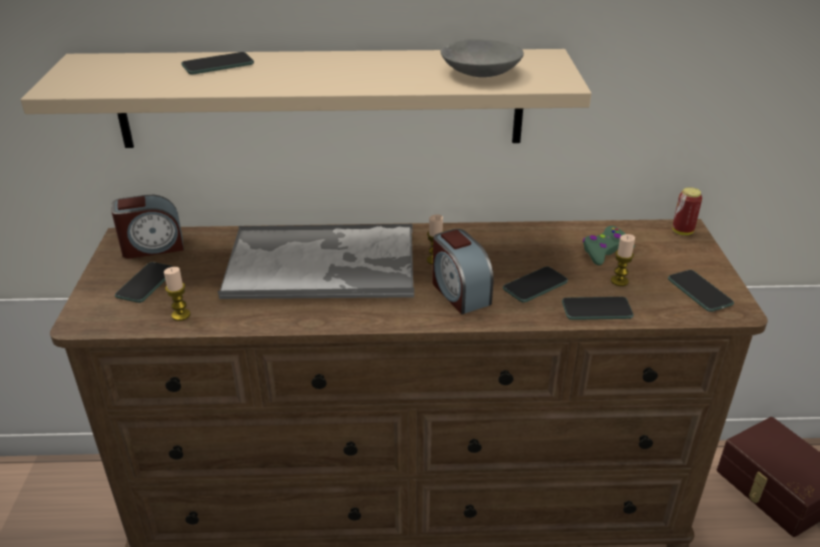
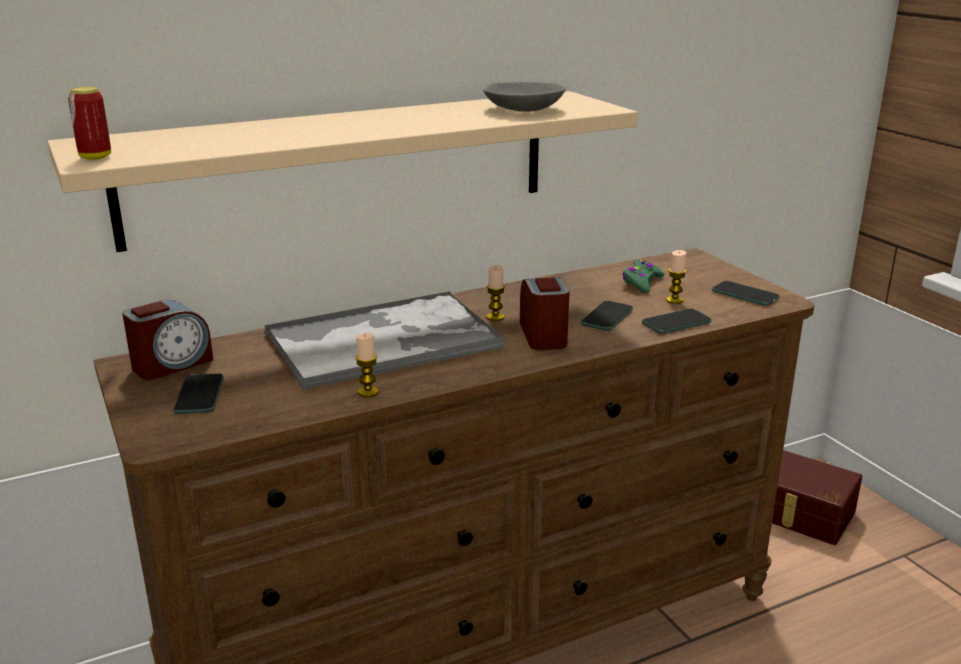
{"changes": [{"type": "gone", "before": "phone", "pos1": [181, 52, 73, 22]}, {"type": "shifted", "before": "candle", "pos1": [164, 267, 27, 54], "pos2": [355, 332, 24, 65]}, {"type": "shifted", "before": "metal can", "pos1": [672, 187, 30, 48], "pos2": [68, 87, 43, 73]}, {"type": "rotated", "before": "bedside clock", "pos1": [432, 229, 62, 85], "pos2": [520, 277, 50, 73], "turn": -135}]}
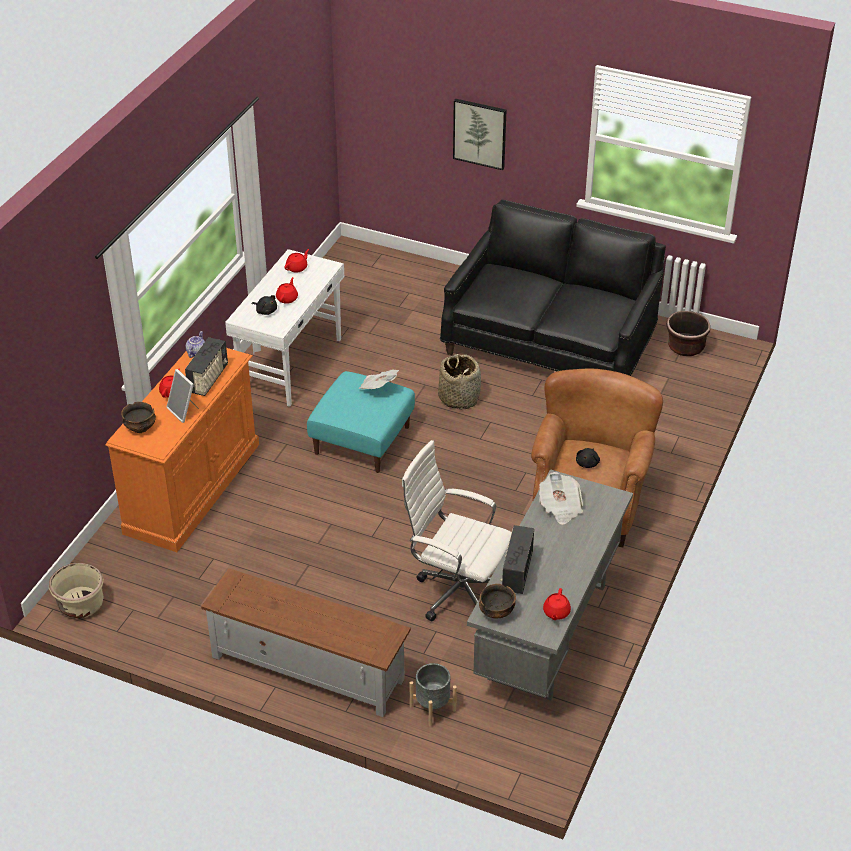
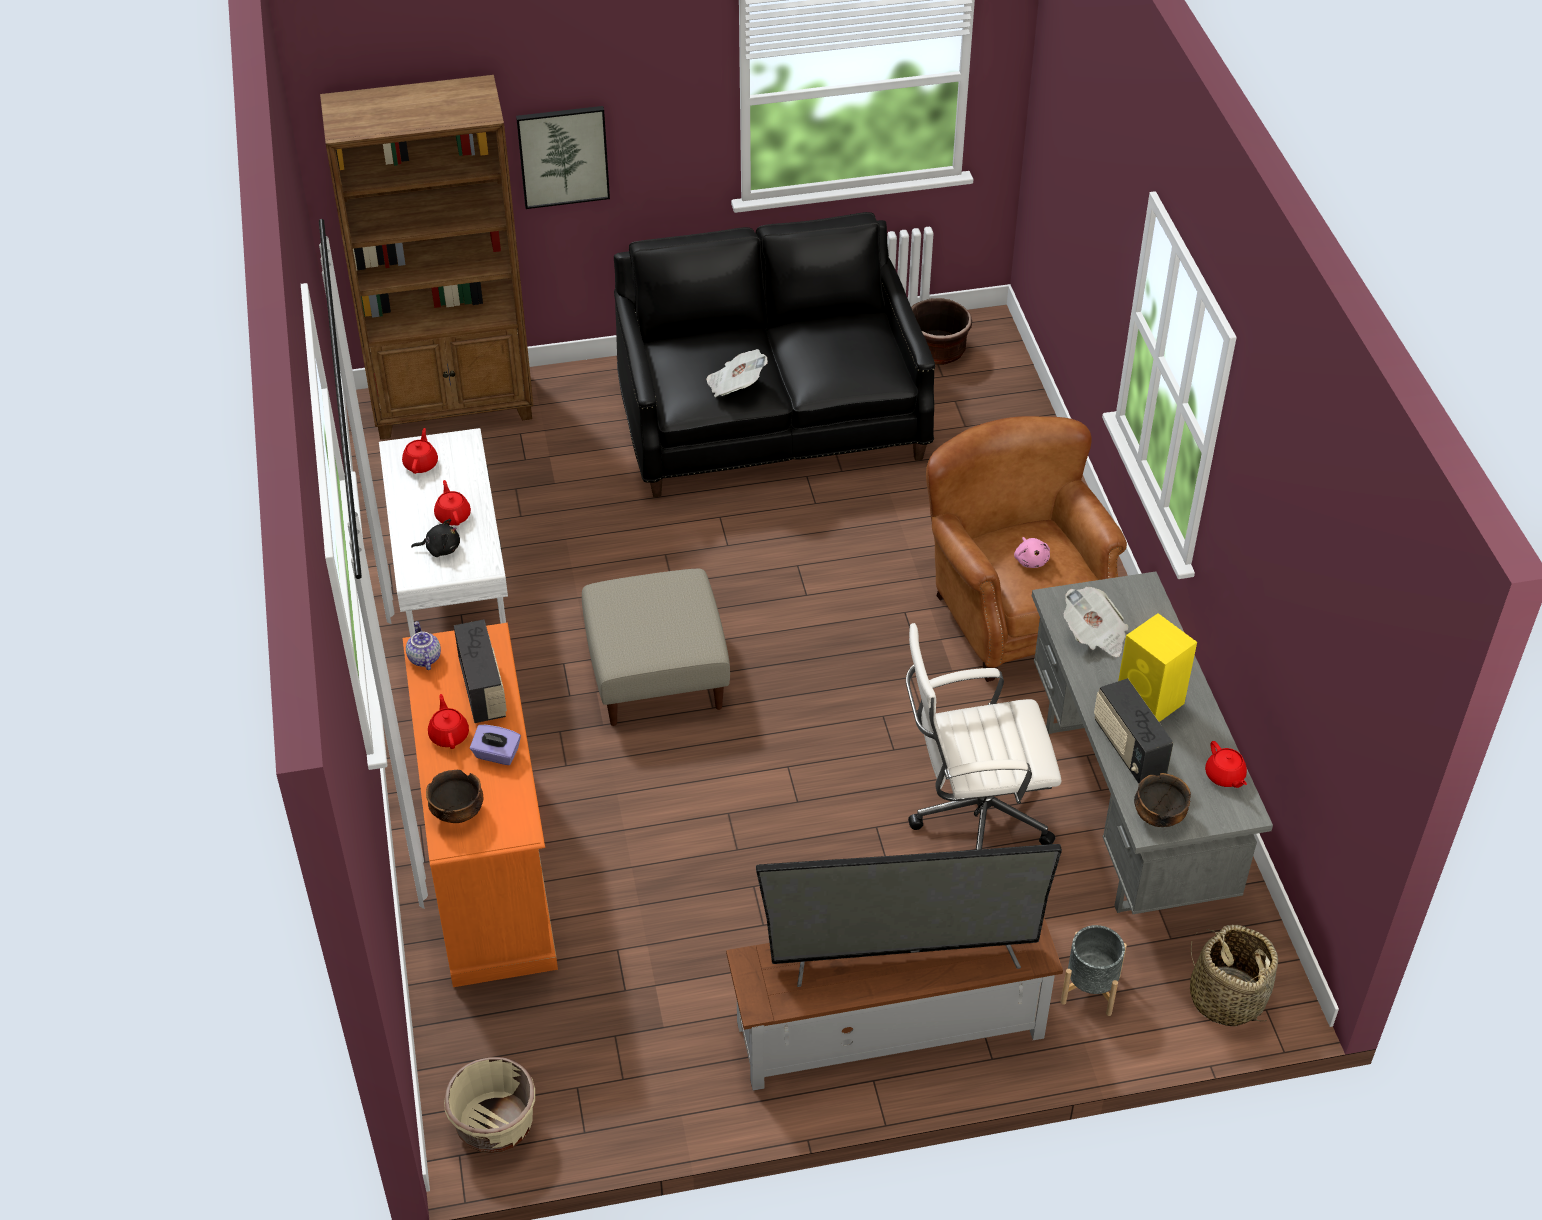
{"changes": [{"type": "new", "after": "brown bookshelf", "pos2": [320, 75, 214, 364]}, {"type": "new", "after": "TV", "pos2": [756, 844, 306, 143]}, {"type": "new", "after": "yellow loudspeaker", "pos2": [1118, 613, 79, 109]}, {"type": "shifted", "before": "daily paper", "pos1": [358, 369, 41, 20], "pos2": [706, 349, 62, 48]}, {"type": "shifted", "before": "household basket", "pos1": [438, 354, 43, 56], "pos2": [1190, 925, 88, 101]}, {"type": "swapped", "before": "picture frame", "after": "purplish tissue holder", "pos1": [166, 369, 33, 54], "pos2": [470, 725, 51, 40]}, {"type": "repainted", "before": "turquoise-coloured ottoman", "after": "sand-coloured ottoman", "pos1": [307, 371, 108, 102], "pos2": [582, 569, 148, 157]}, {"type": "repainted", "before": "black-coloured cuddly toy", "after": "pink cuddly toy", "pos1": [576, 448, 24, 20], "pos2": [1014, 537, 36, 31]}]}
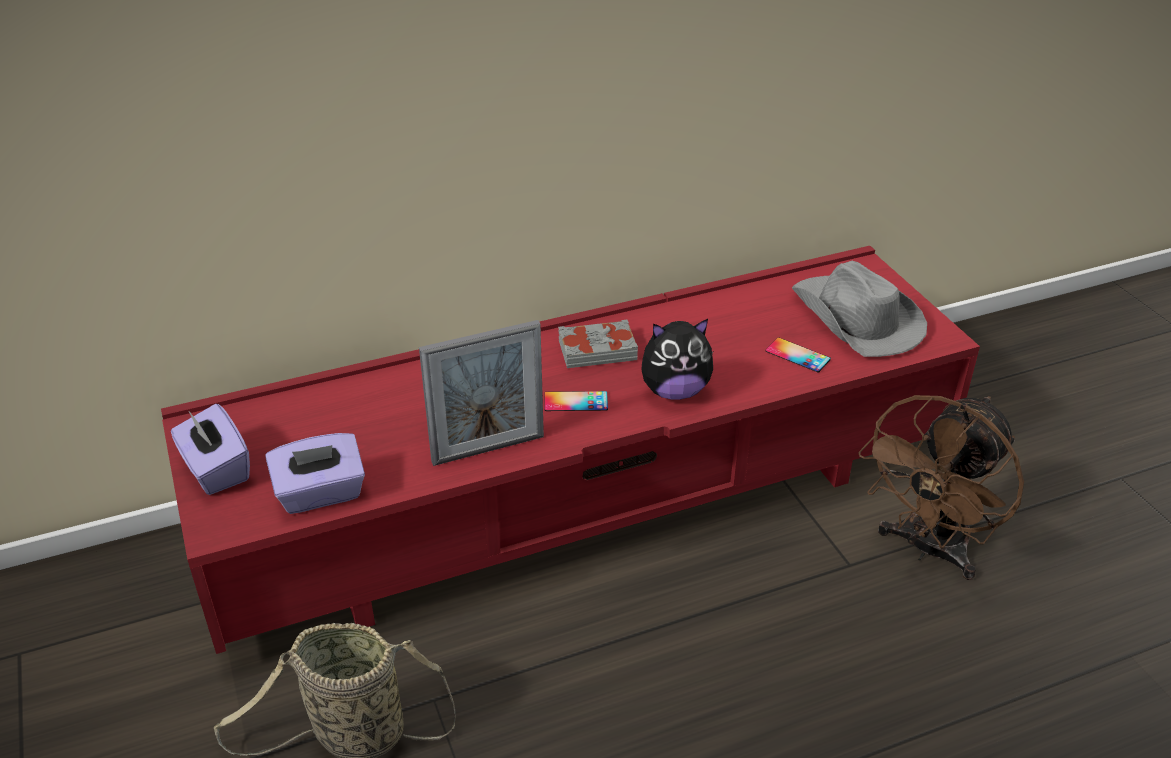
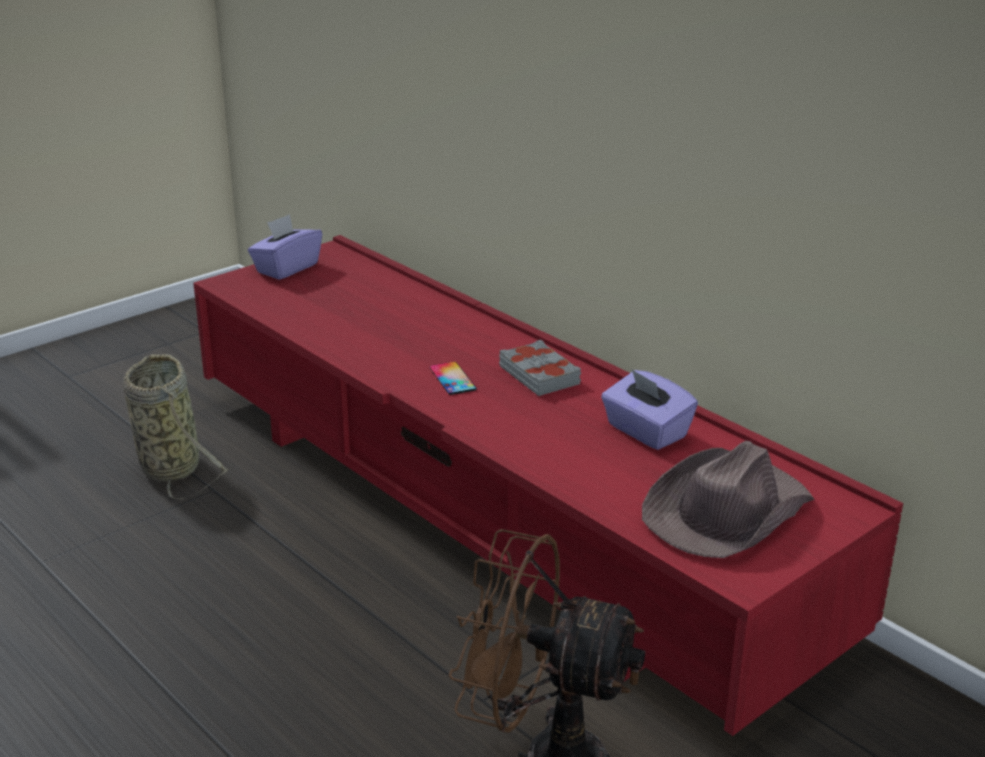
{"changes": [{"type": "gone", "before": "picture frame", "pos1": [419, 320, 125, 146]}, {"type": "gone", "before": "cuddly toy", "pos1": [641, 319, 72, 80]}, {"type": "gone", "before": "phone", "pos1": [766, 337, 65, 35]}, {"type": "shifted", "before": "purplish tissue holder", "pos1": [265, 433, 100, 81], "pos2": [601, 369, 97, 81]}, {"type": "repainted", "before": "grey wearable hat", "after": "brown wearable hat", "pos1": [792, 261, 135, 96], "pos2": [642, 441, 172, 117]}]}
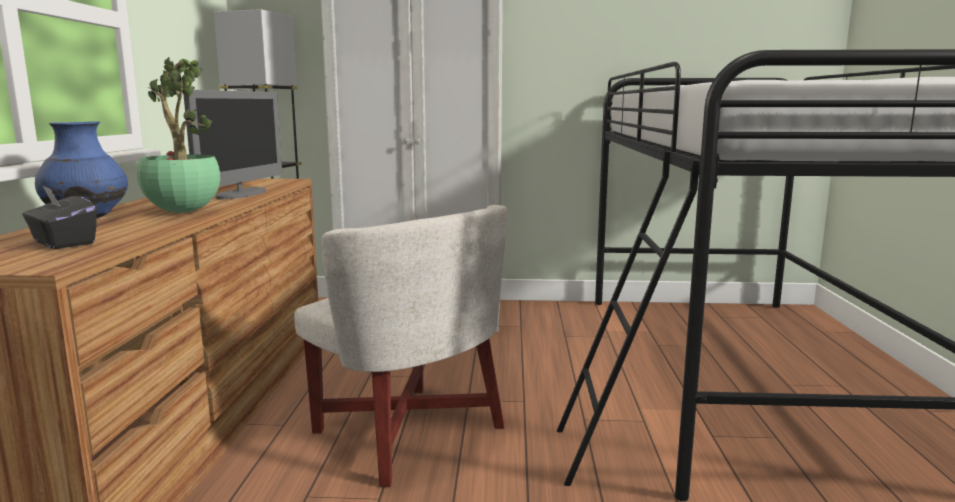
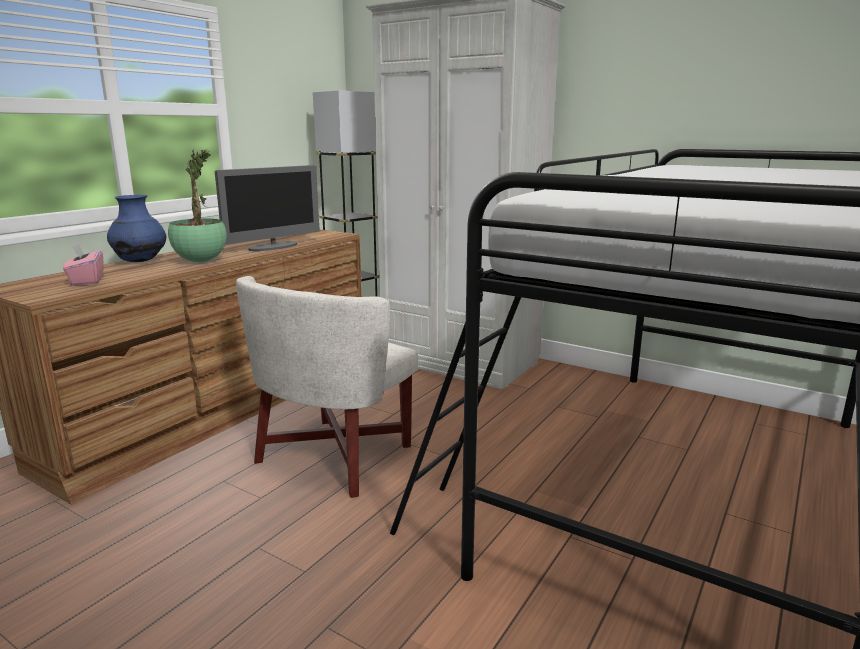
{"changes": [{"type": "repainted", "before": "black-coloured tissue holder", "after": "pink tissue holder", "pos1": [22, 185, 75, 64], "pos2": [63, 243, 41, 42]}, {"type": "rotated", "before": "white-coloured armchair", "pos1": [294, 205, 213, 282], "pos2": [236, 276, 182, 222], "turn": 45}]}
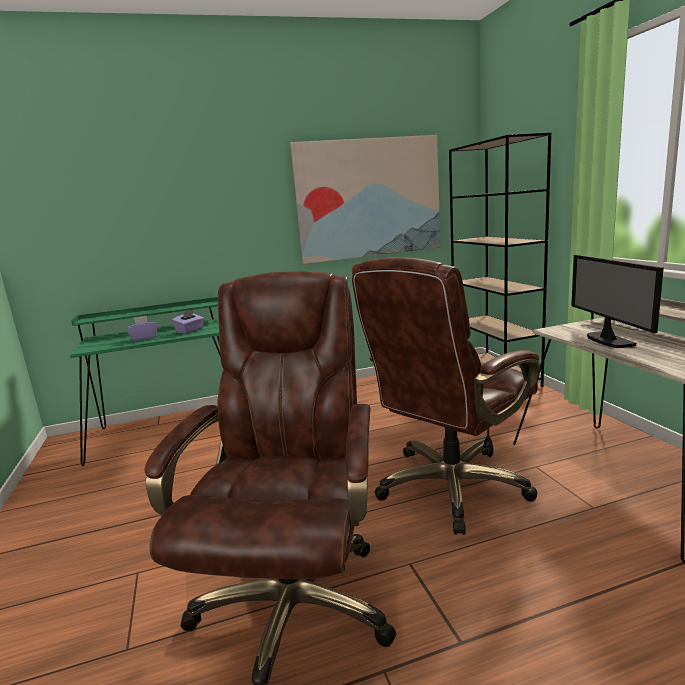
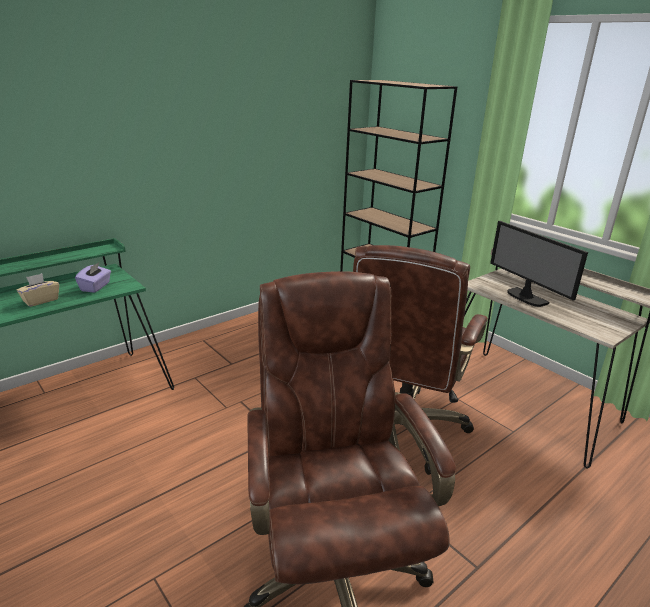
{"changes": [{"type": "gone", "before": "picture", "pos1": [290, 135, 150, 129]}, {"type": "repainted", "before": "purplish tissue holder", "after": "sand-coloured tissue holder", "pos1": [126, 315, 31, 26], "pos2": [17, 273, 42, 34]}]}
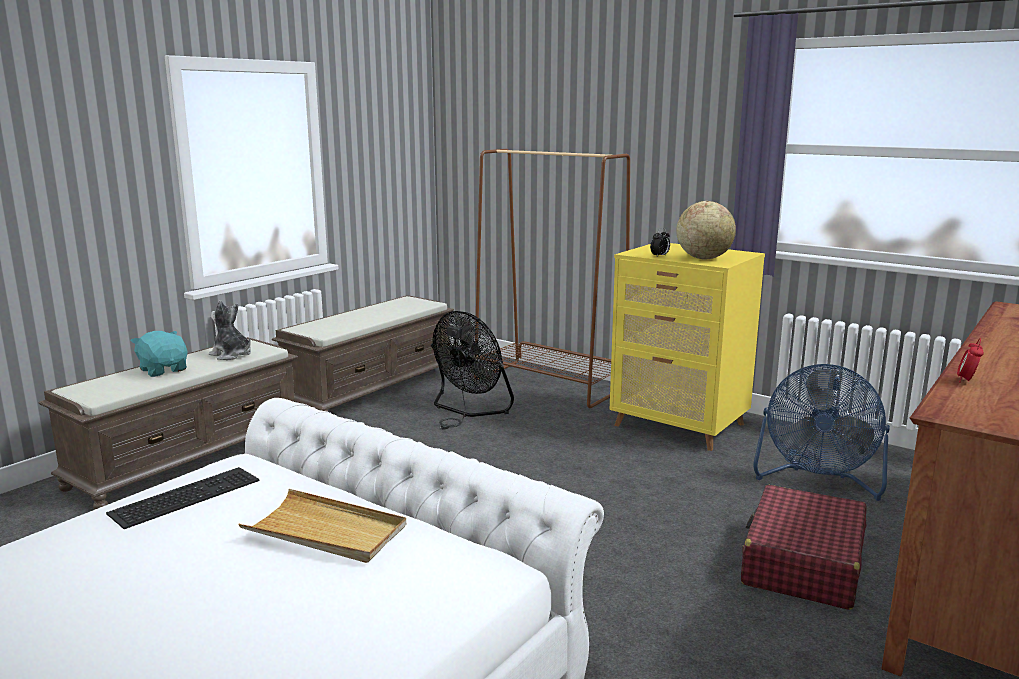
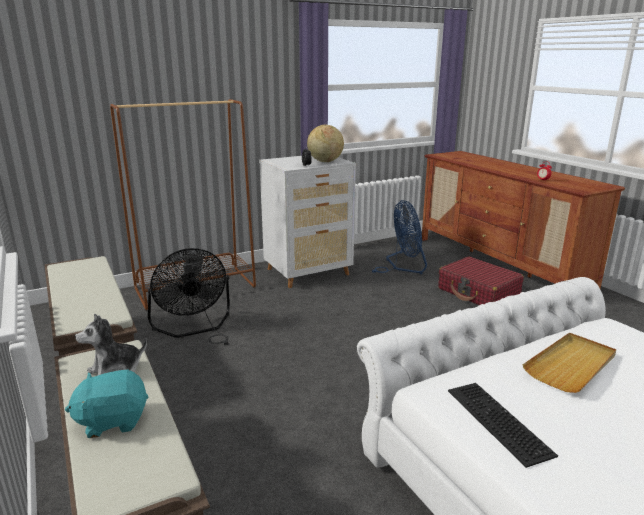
{"changes": [{"type": "repainted", "before": "yellow drawer chest", "after": "white-coloured drawer chest", "pos1": [609, 243, 156, 208], "pos2": [259, 156, 97, 132]}, {"type": "rotated", "before": "bluish cooling fan", "pos1": [753, 364, 137, 137], "pos2": [372, 200, 55, 74], "turn": -60}]}
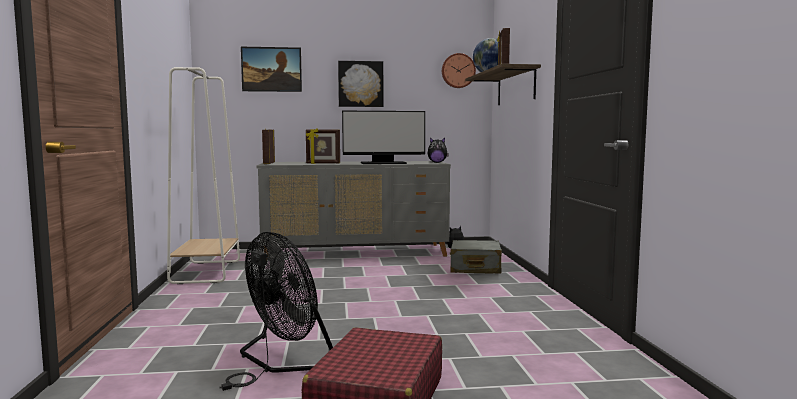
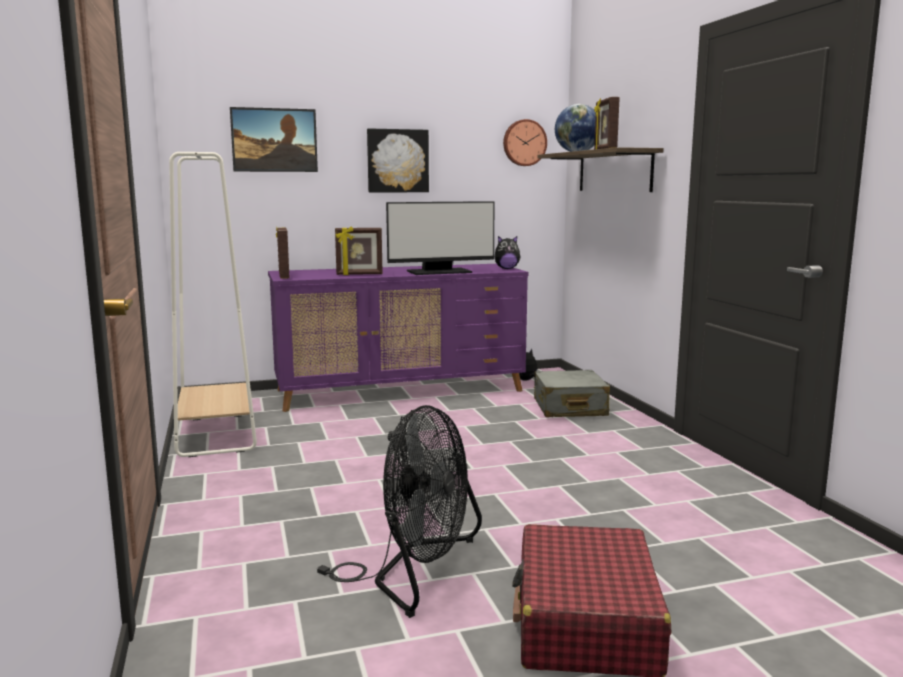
{"changes": [{"type": "repainted", "before": "grey drawer chest", "after": "purplish drawer chest", "pos1": [257, 161, 194, 96], "pos2": [268, 264, 261, 148]}, {"type": "rotated", "before": "black-coloured cooling fan", "pos1": [219, 232, 114, 159], "pos2": [317, 405, 165, 213], "turn": 75}]}
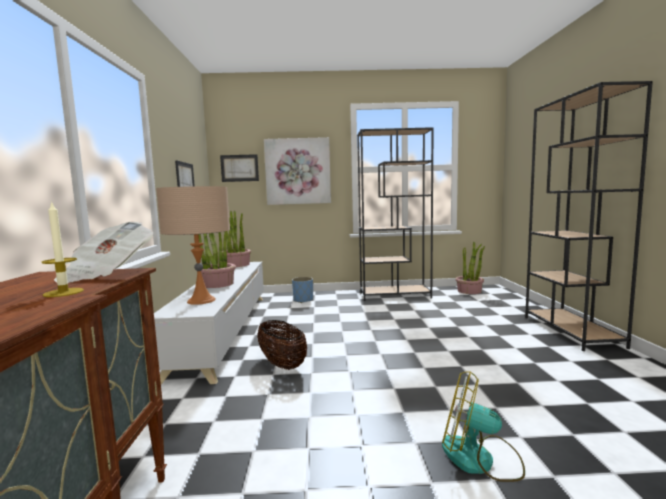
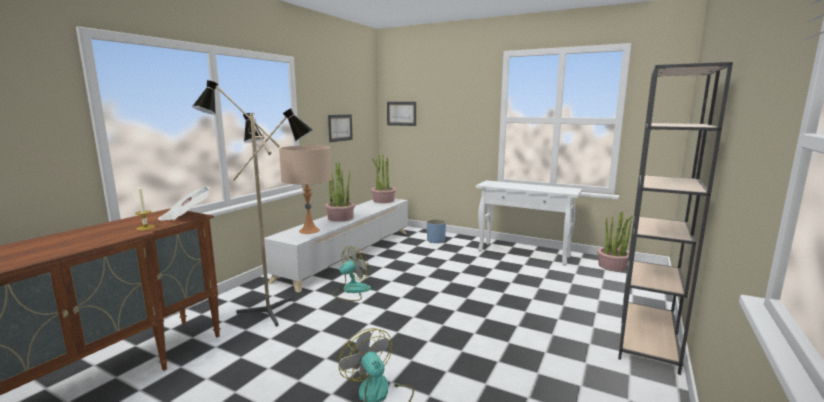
{"changes": [{"type": "gone", "before": "picture", "pos1": [264, 137, 67, 68]}, {"type": "new", "after": "floor lamp", "pos2": [192, 80, 121, 247]}, {"type": "swapped", "before": "household basket", "after": "cooling fan", "pos1": [257, 320, 50, 50], "pos2": [332, 246, 39, 55]}, {"type": "swapped", "before": "bookshelf", "after": "white-coloured console table", "pos1": [357, 127, 77, 174], "pos2": [476, 180, 106, 86]}]}
